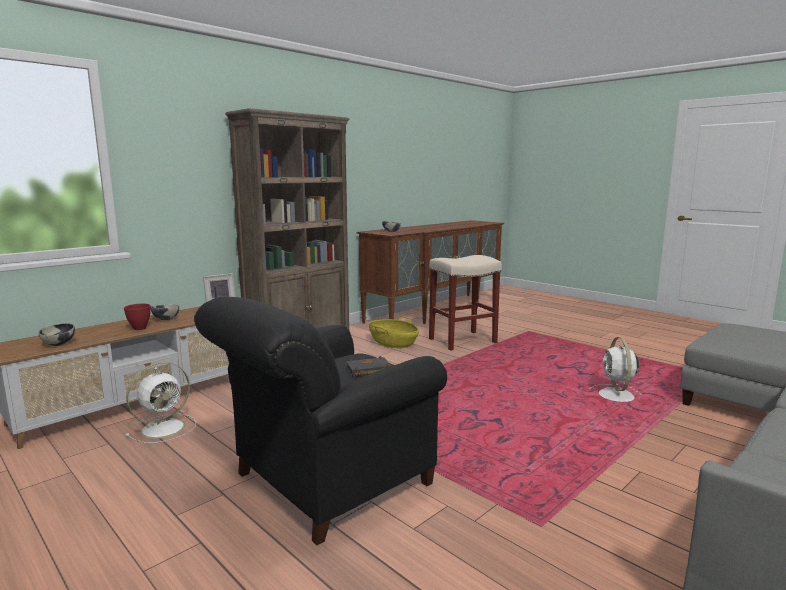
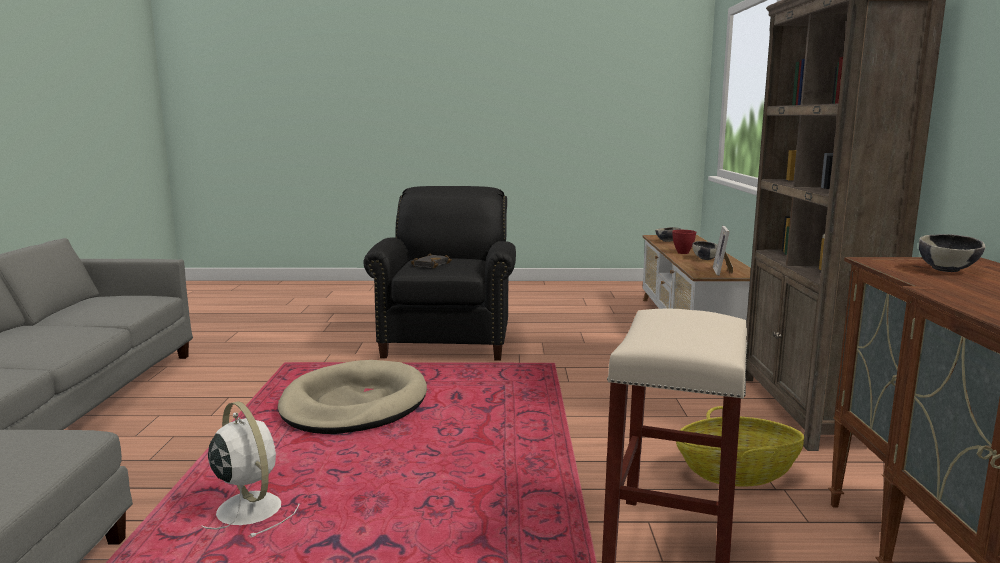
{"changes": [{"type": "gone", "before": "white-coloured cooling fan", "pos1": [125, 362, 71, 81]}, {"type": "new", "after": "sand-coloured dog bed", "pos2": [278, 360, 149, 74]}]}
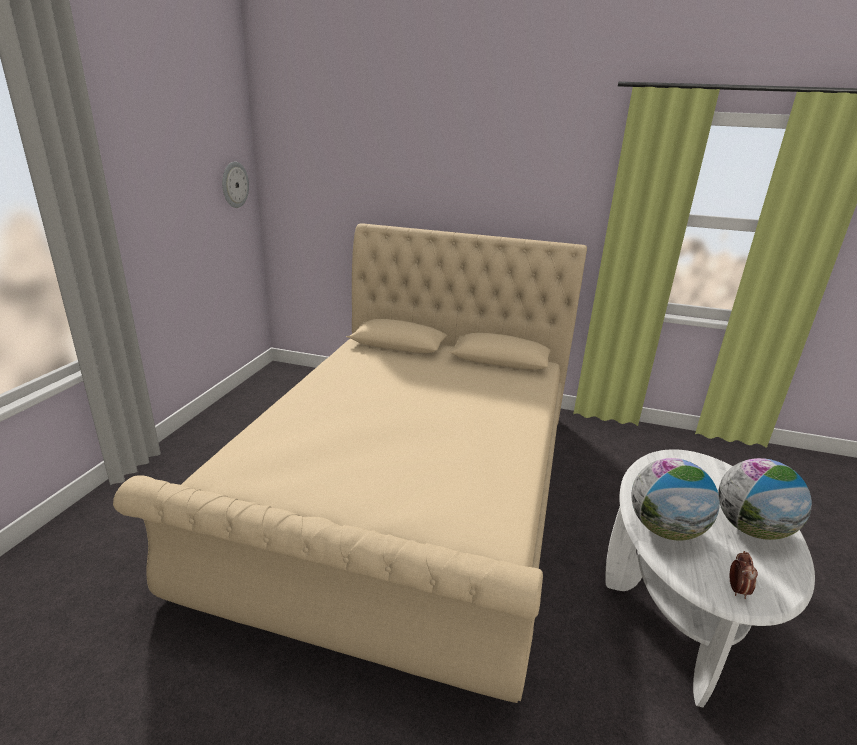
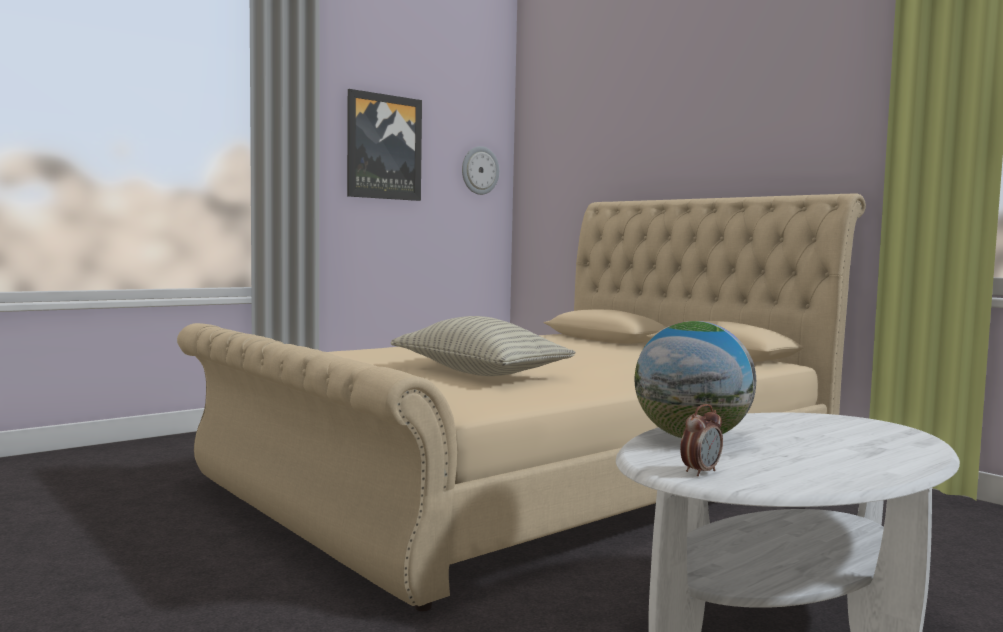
{"changes": [{"type": "gone", "before": "globe", "pos1": [718, 458, 94, 82]}, {"type": "new", "after": "picture", "pos2": [347, 89, 75, 112]}, {"type": "new", "after": "throw pillow", "pos2": [391, 316, 185, 60]}]}
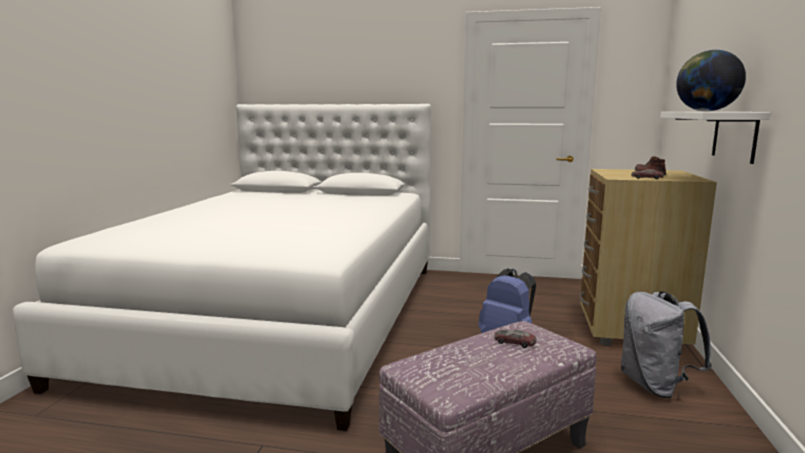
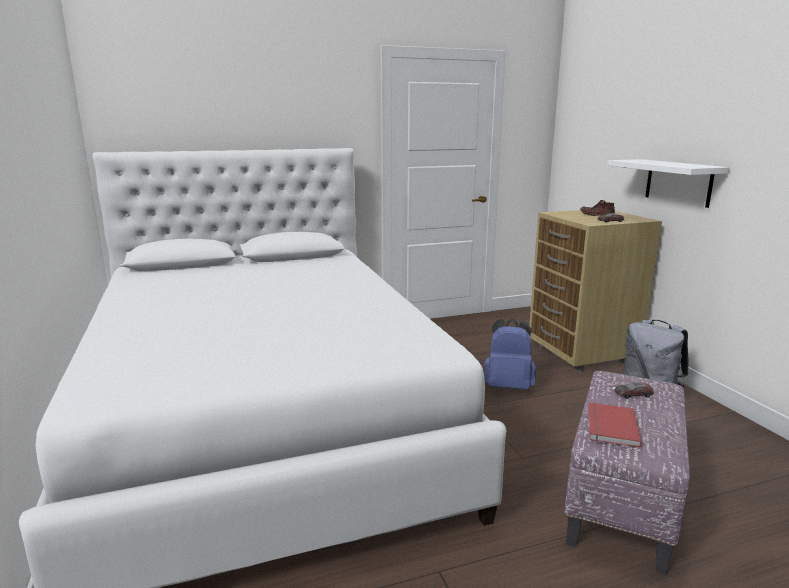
{"changes": [{"type": "gone", "before": "globe", "pos1": [676, 50, 70, 61]}, {"type": "new", "after": "red book", "pos2": [588, 402, 53, 46]}]}
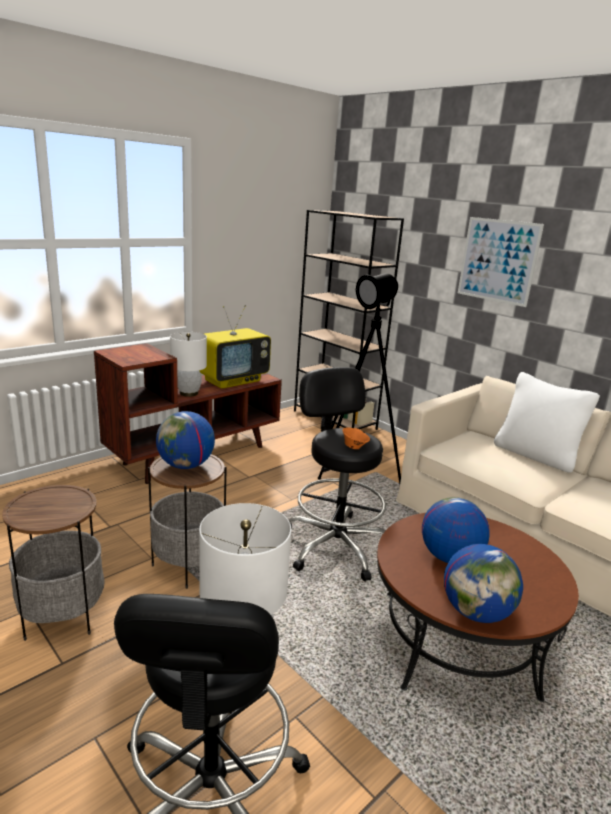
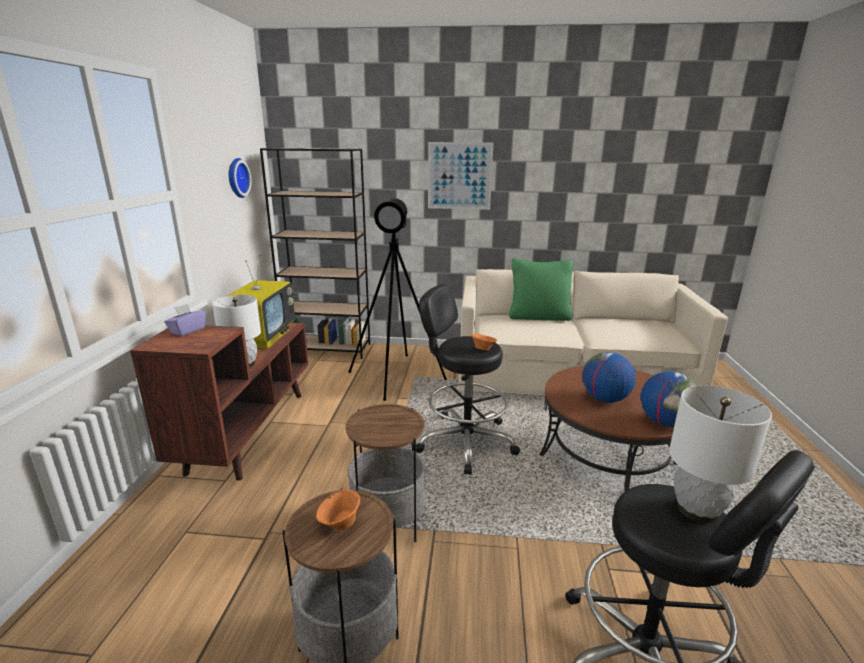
{"changes": [{"type": "gone", "before": "globe", "pos1": [156, 411, 59, 58]}, {"type": "new", "after": "purplish tissue holder", "pos2": [164, 304, 42, 32]}, {"type": "new", "after": "wall clock", "pos2": [229, 158, 23, 40]}, {"type": "new", "after": "orangey deep dish", "pos2": [316, 488, 44, 42]}, {"type": "repainted", "before": "white-coloured throw pillow", "after": "greenish throw pillow", "pos1": [494, 372, 106, 101], "pos2": [509, 258, 64, 63]}]}
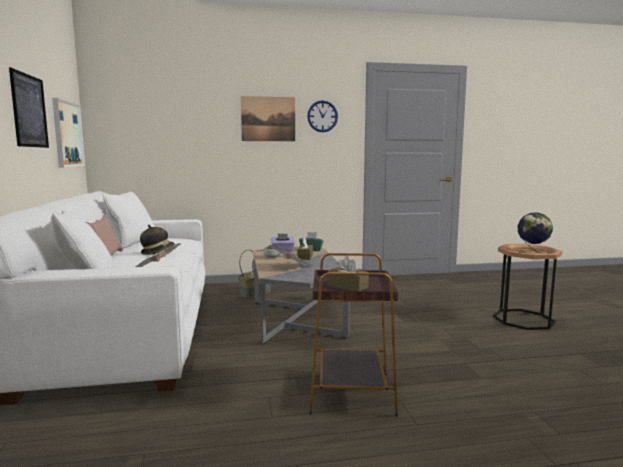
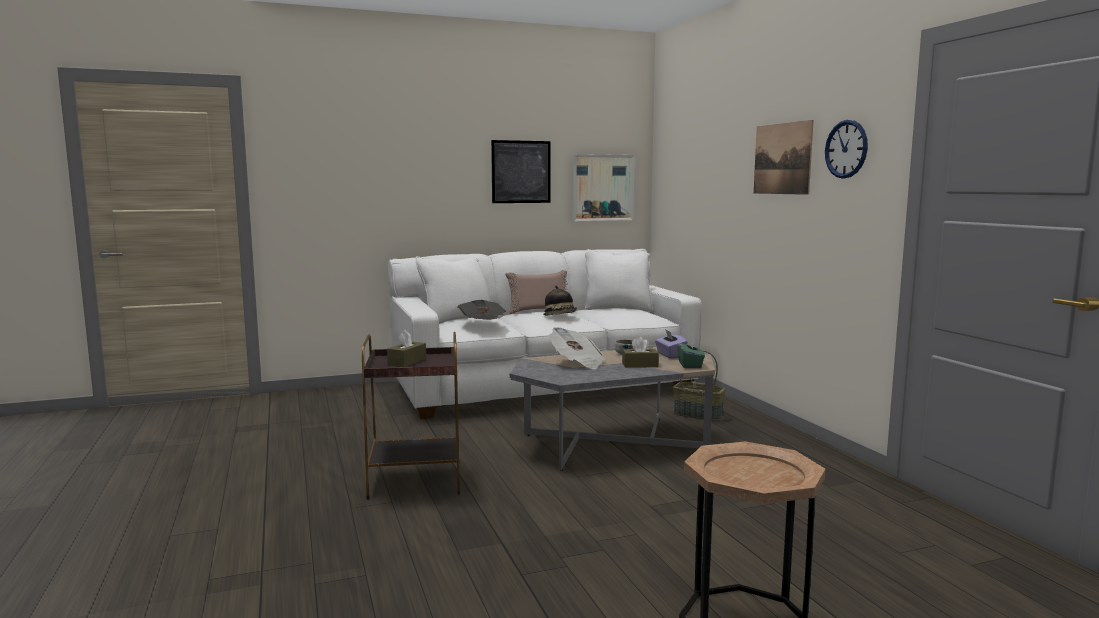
{"changes": [{"type": "gone", "before": "globe", "pos1": [518, 212, 35, 41]}]}
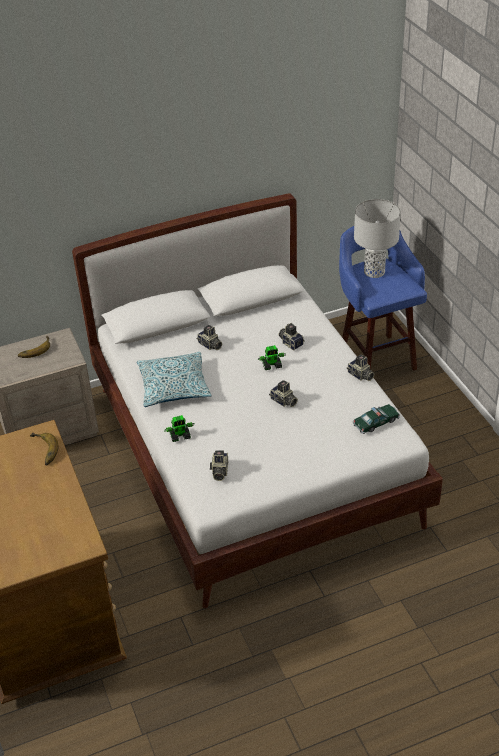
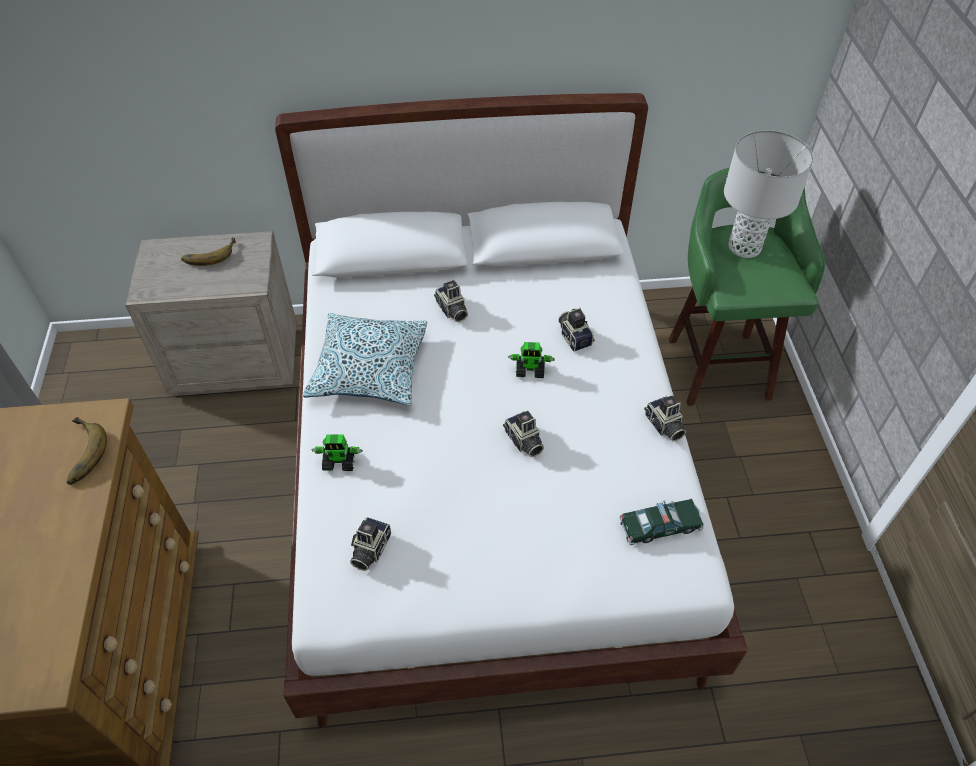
{"changes": [{"type": "repainted", "before": "bluish stool seat", "after": "greenish stool seat", "pos1": [339, 226, 88, 145], "pos2": [669, 167, 156, 239]}]}
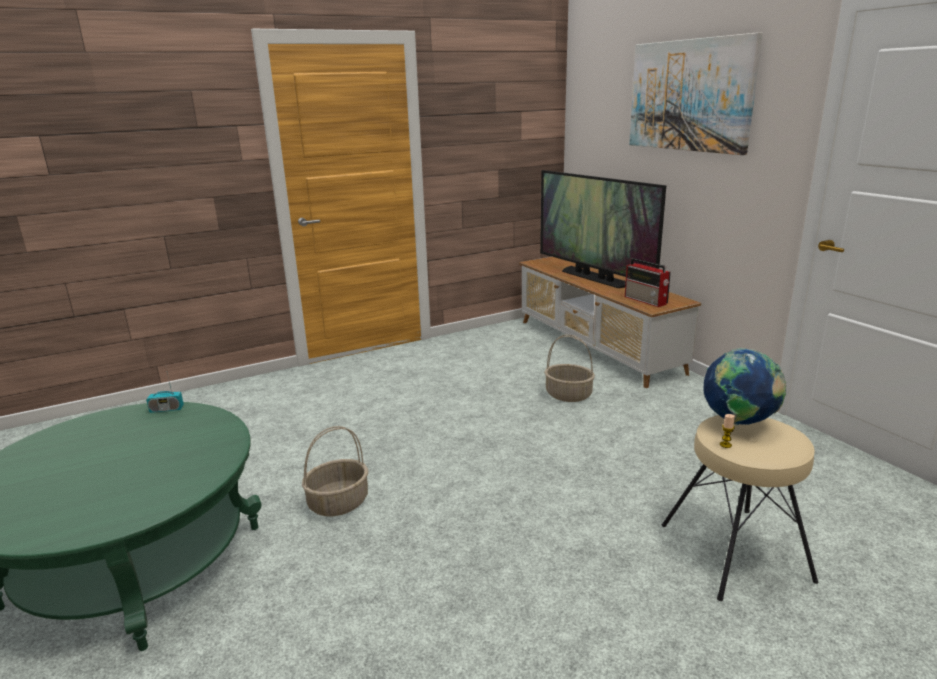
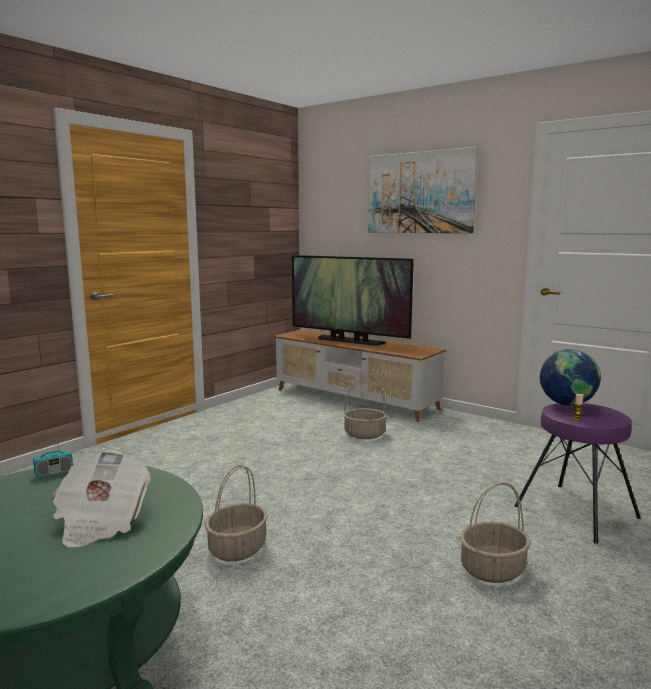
{"changes": [{"type": "gone", "before": "radio", "pos1": [625, 258, 46, 49]}, {"type": "new", "after": "daily paper", "pos2": [52, 450, 99, 98]}, {"type": "new", "after": "household basket", "pos2": [460, 482, 71, 101]}, {"type": "repainted", "before": "sand-coloured stool seat", "after": "purplish stool seat", "pos1": [662, 415, 156, 186], "pos2": [515, 403, 126, 141]}]}
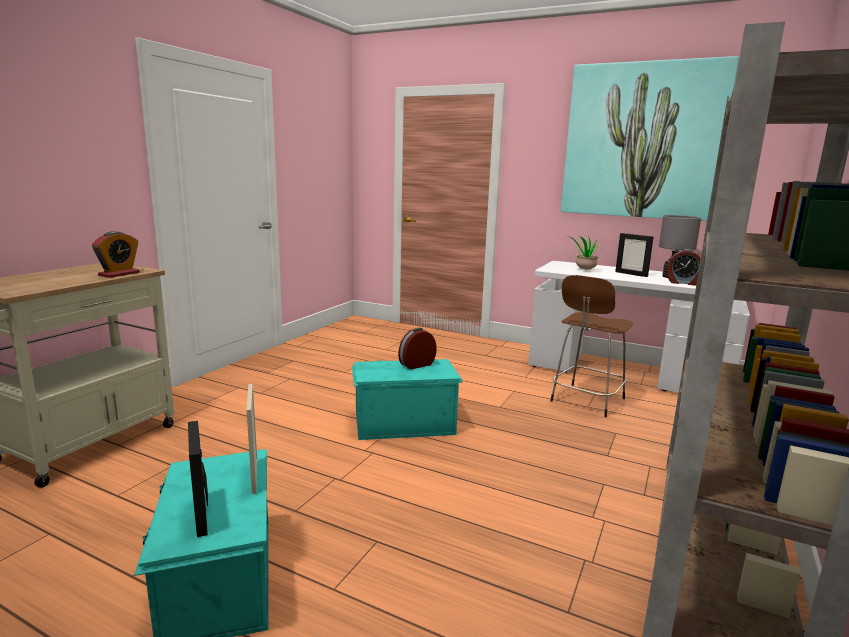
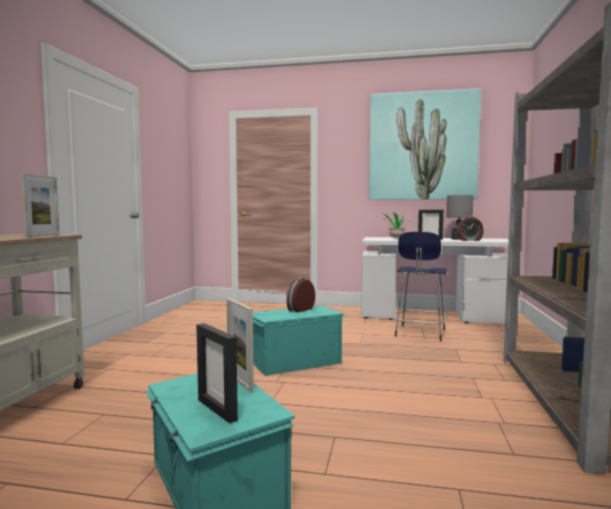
{"changes": [{"type": "swapped", "before": "bedside clock", "after": "picture frame", "pos1": [92, 231, 48, 47], "pos2": [21, 174, 39, 63]}, {"type": "repainted", "before": "brown stool seat", "after": "bluish stool seat", "pos1": [550, 275, 83, 142], "pos2": [394, 232, 53, 109]}]}
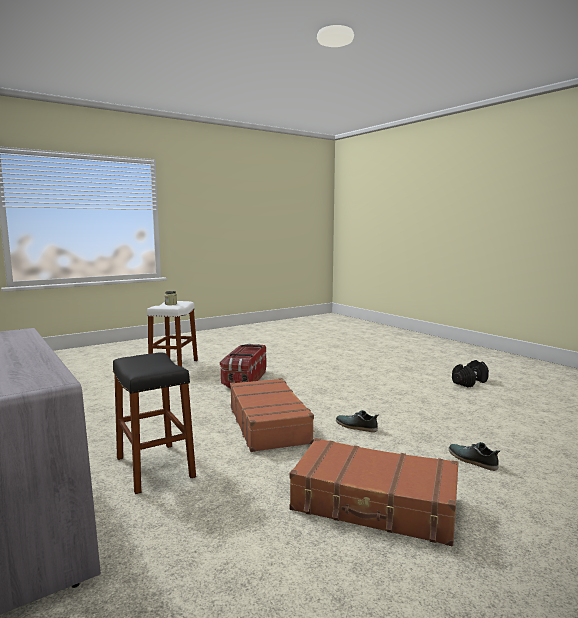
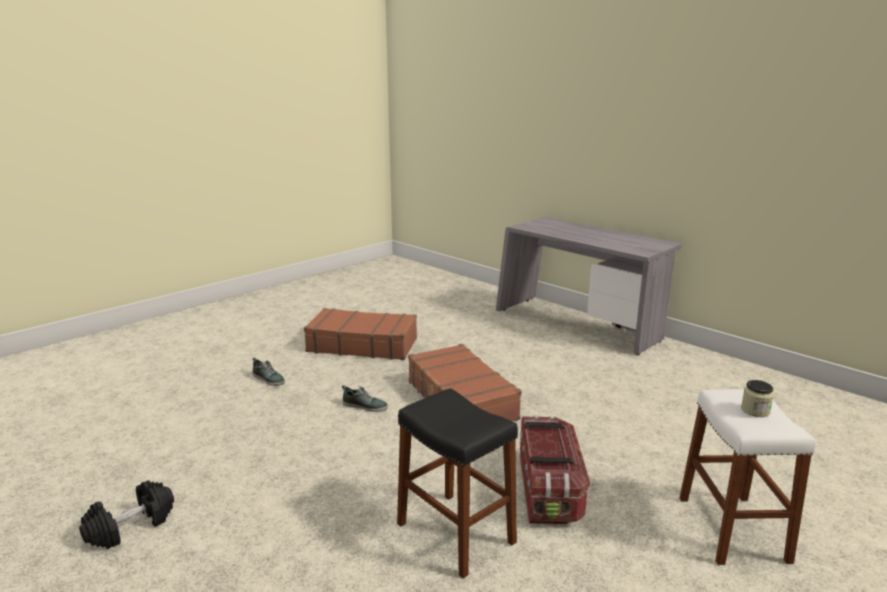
{"changes": [{"type": "shifted", "before": "black-coloured stool seat", "pos1": [113, 353, 83, 141], "pos2": [397, 388, 121, 190]}]}
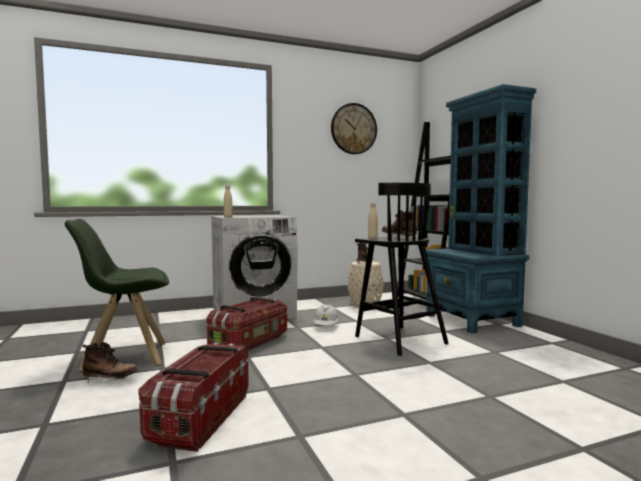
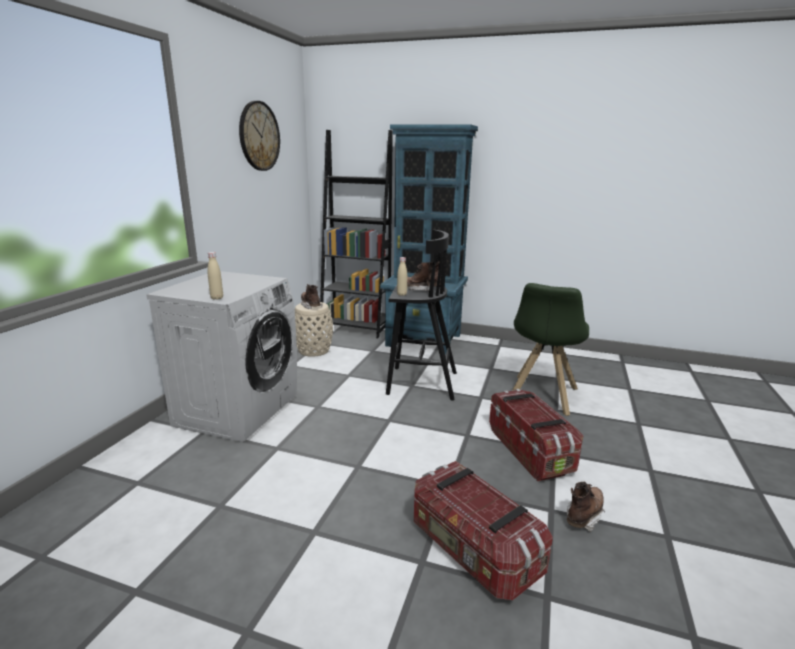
{"changes": [{"type": "gone", "before": "white-coloured safety helmet", "pos1": [314, 304, 25, 21]}, {"type": "shifted", "before": "greenish chair", "pos1": [65, 219, 104, 153], "pos2": [512, 283, 77, 133]}, {"type": "shifted", "before": "brown boot", "pos1": [82, 342, 56, 41], "pos2": [567, 482, 38, 50]}, {"type": "shifted", "before": "storage bin", "pos1": [207, 297, 80, 53], "pos2": [489, 389, 94, 92]}]}
